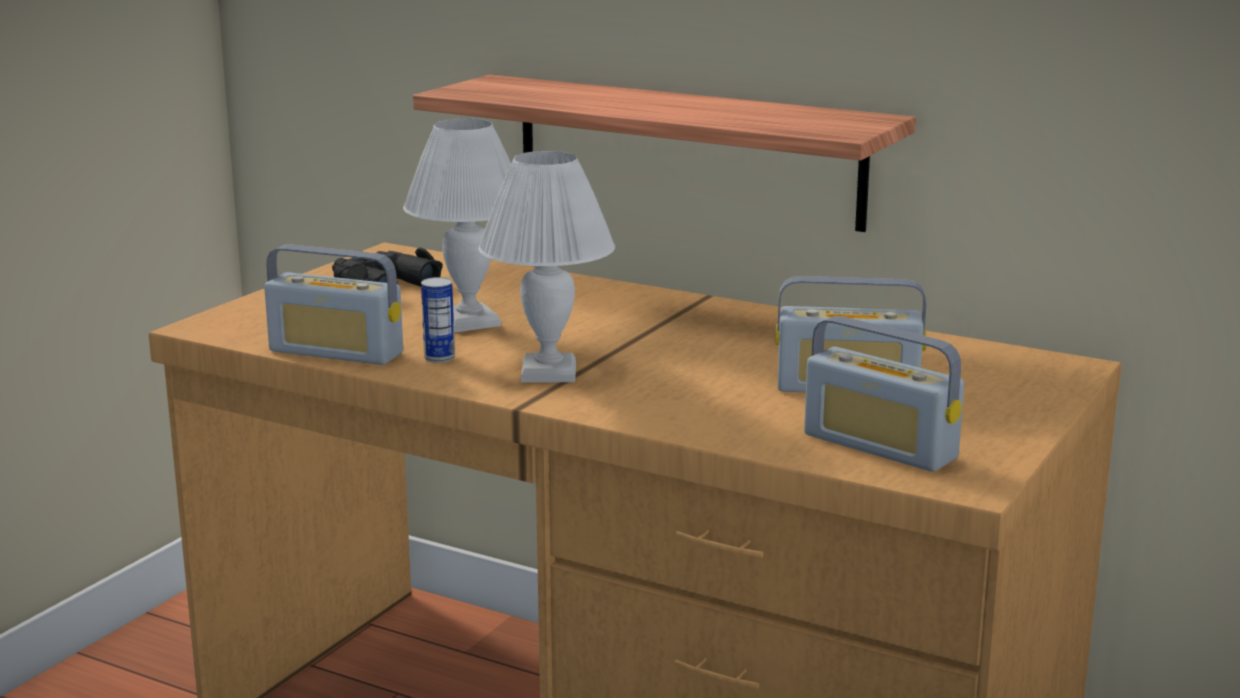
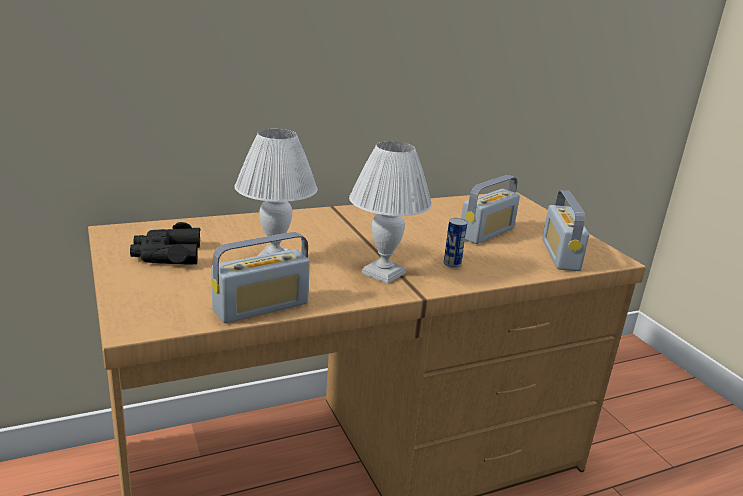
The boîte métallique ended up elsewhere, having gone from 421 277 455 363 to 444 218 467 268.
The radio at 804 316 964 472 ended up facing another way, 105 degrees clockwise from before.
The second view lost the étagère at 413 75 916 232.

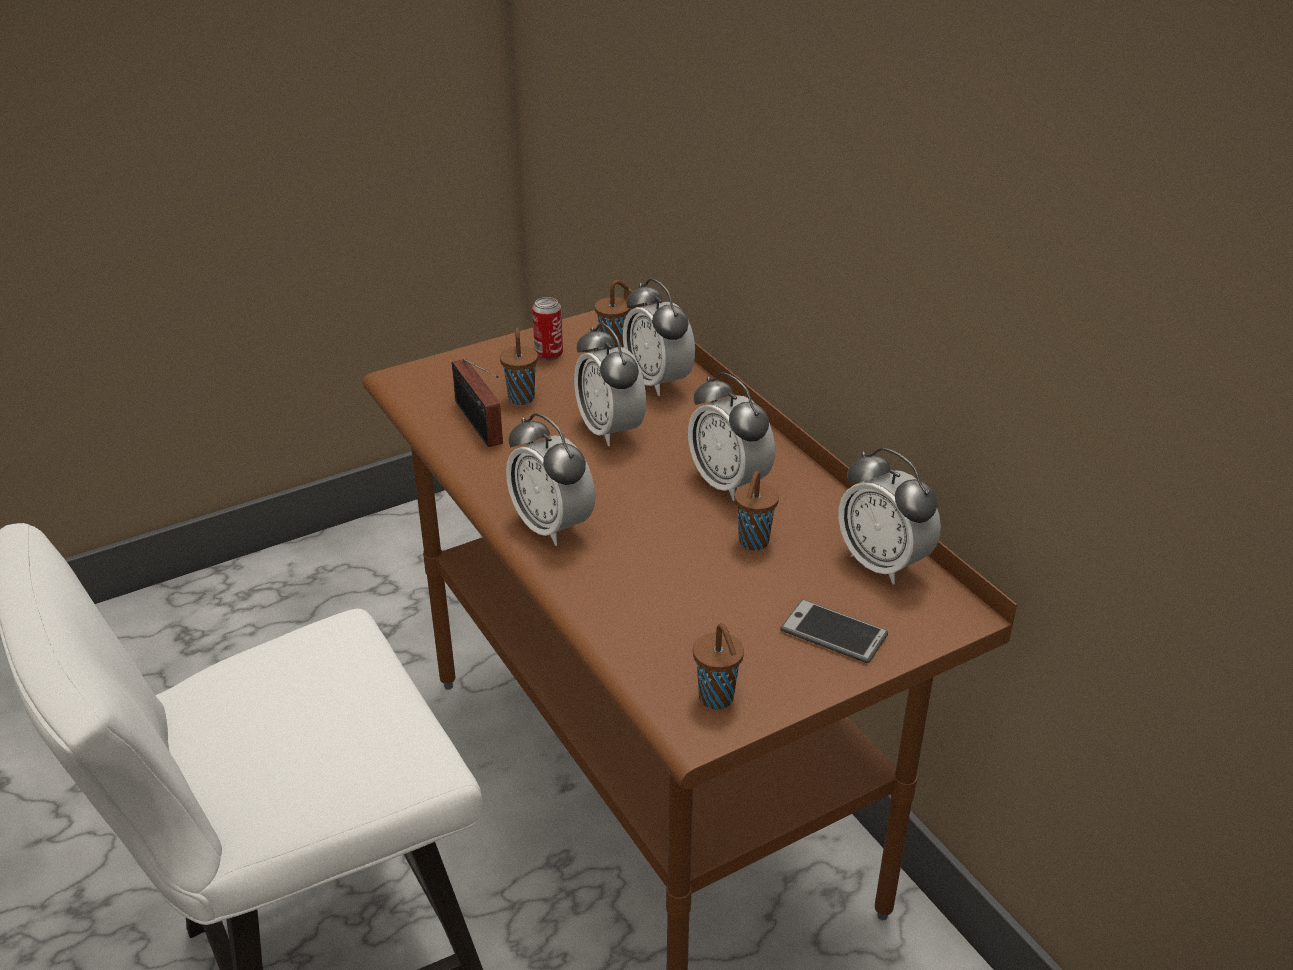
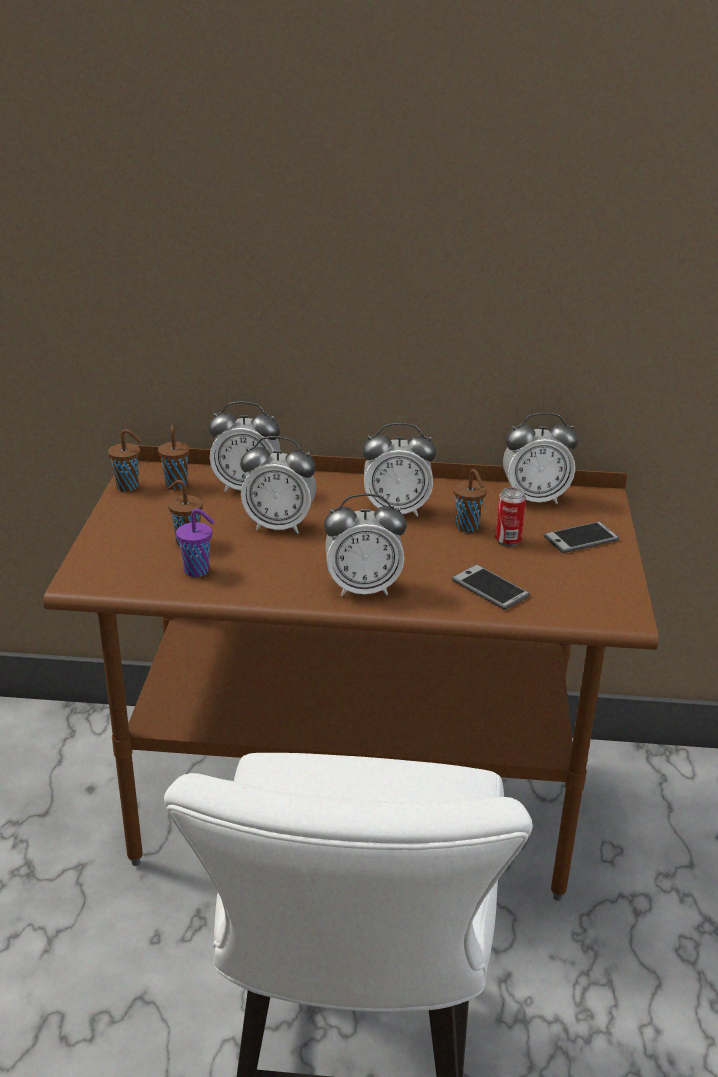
The tasse/marron ended up elsewhere, having gone from 693 623 744 710 to 108 429 141 491.
Where the radio stood at 452 359 503 447, the tasse/violet came to stand at 176 509 214 577.
The second view gained the téléphone at 451 564 530 610.
The boîte métallique ended up elsewhere, having gone from 532 297 563 361 to 495 487 526 546.

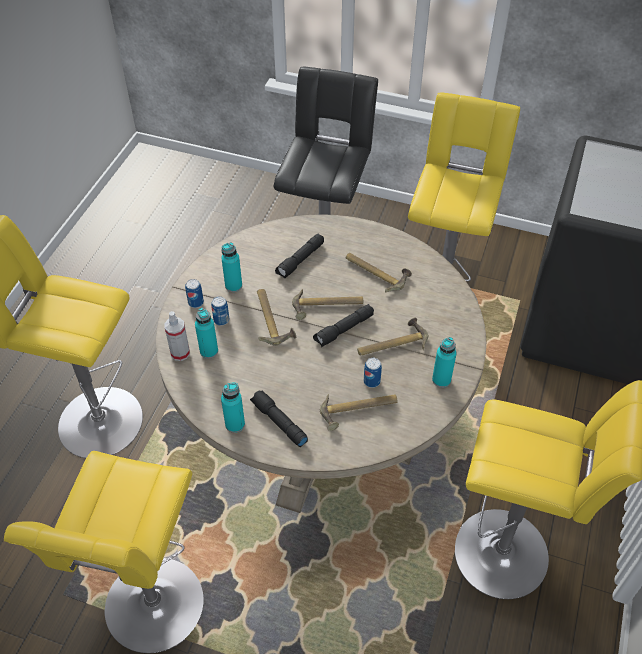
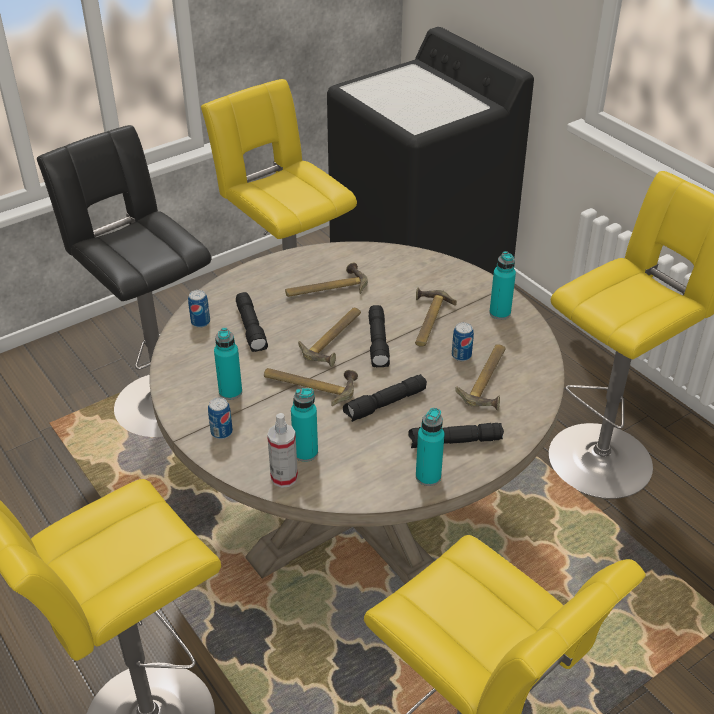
The boîte métallique ended up elsewhere, having gone from 211 296 229 326 to 188 290 210 328.
The second view gained the lampe de poche/noir at 343 374 427 422.

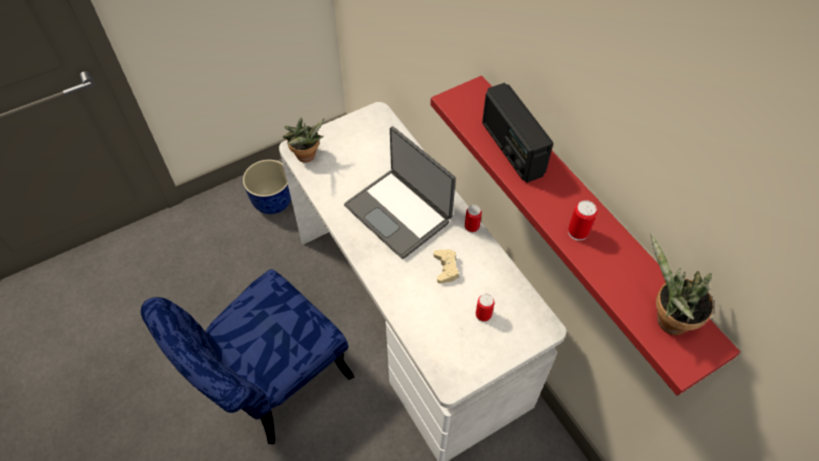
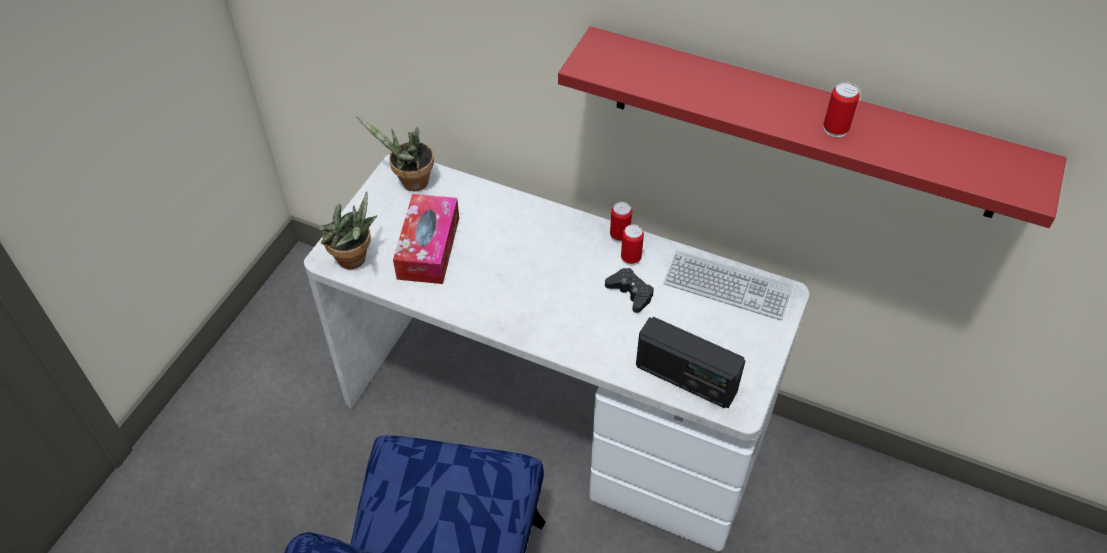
The plante en pot ended up elsewhere, having gone from 650 233 713 335 to 356 116 434 191.
The second view gained the boîte à mouchoirs at 393 194 459 284.
What was the manette/beige at 433 249 459 283 turned into the manette/noir at 605 268 654 313.
The boîte métallique ended up elsewhere, having gone from 476 294 495 322 to 621 224 644 265.
The radio ended up elsewhere, having gone from 482 83 554 183 to 636 317 745 408.
The second view gained the clavier at 664 250 793 320.
The second view lost the cache-pot at 243 160 291 214.
The second view lost the ordinateur portable at 344 126 456 259.

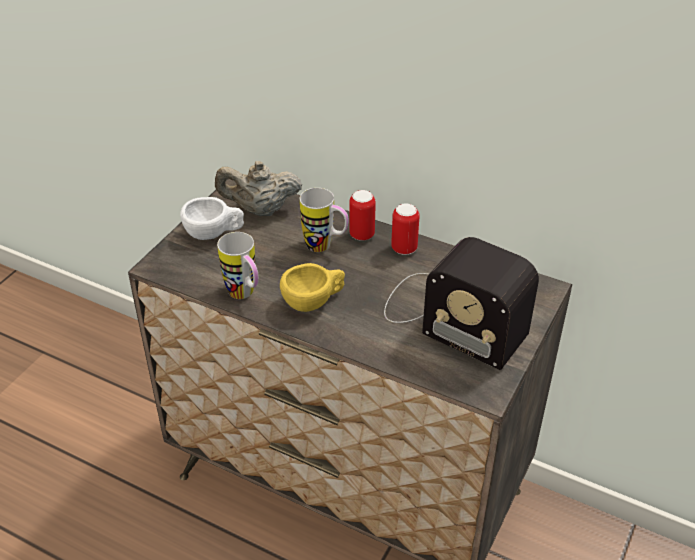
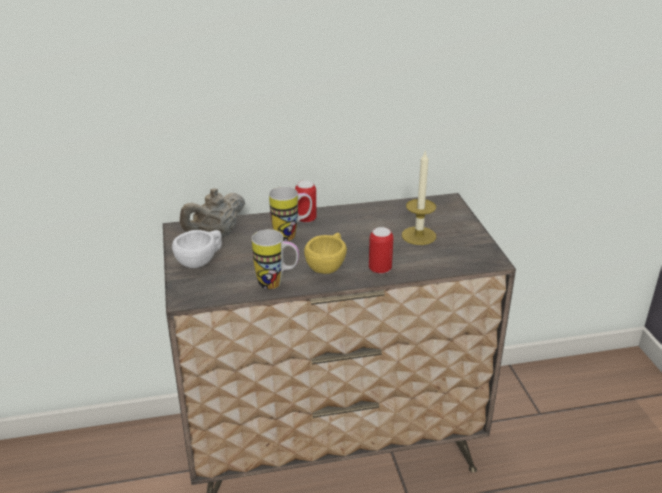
The boîte métallique ended up elsewhere, having gone from 391 203 420 255 to 369 227 393 274.
Where the radio stood at 384 237 539 370, the bougie came to stand at 402 150 436 245.

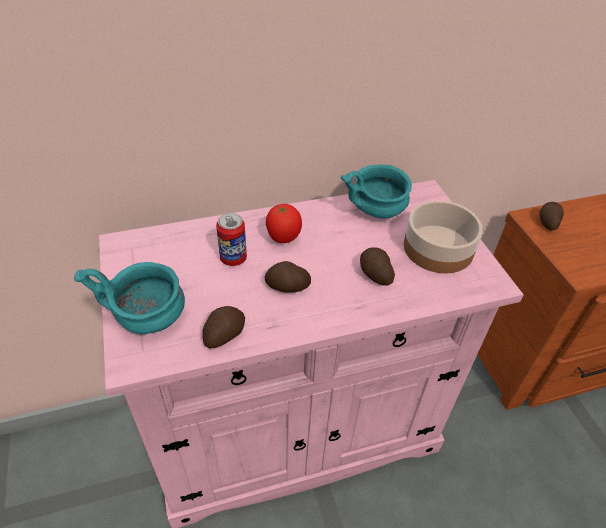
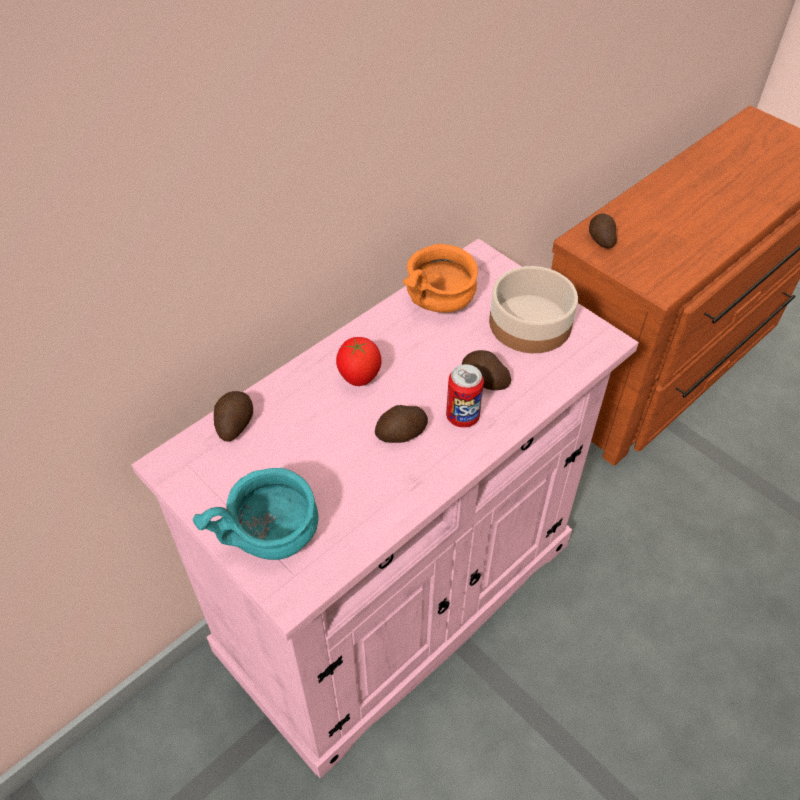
The pomme de terre ended up elsewhere, having gone from 202 306 245 348 to 214 391 253 442.
What was the bol/turquoise at 341 164 412 218 turned into the bol/orange at 403 244 478 313.
The boîte métallique ended up elsewhere, having gone from 216 213 247 266 to 446 364 484 428.

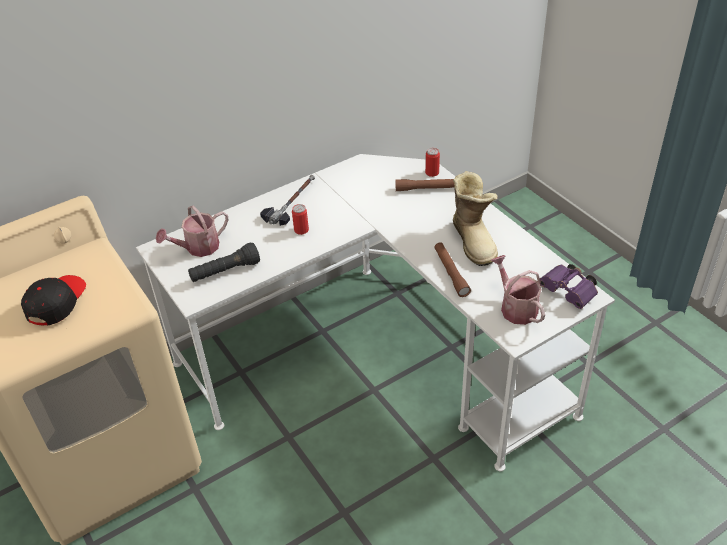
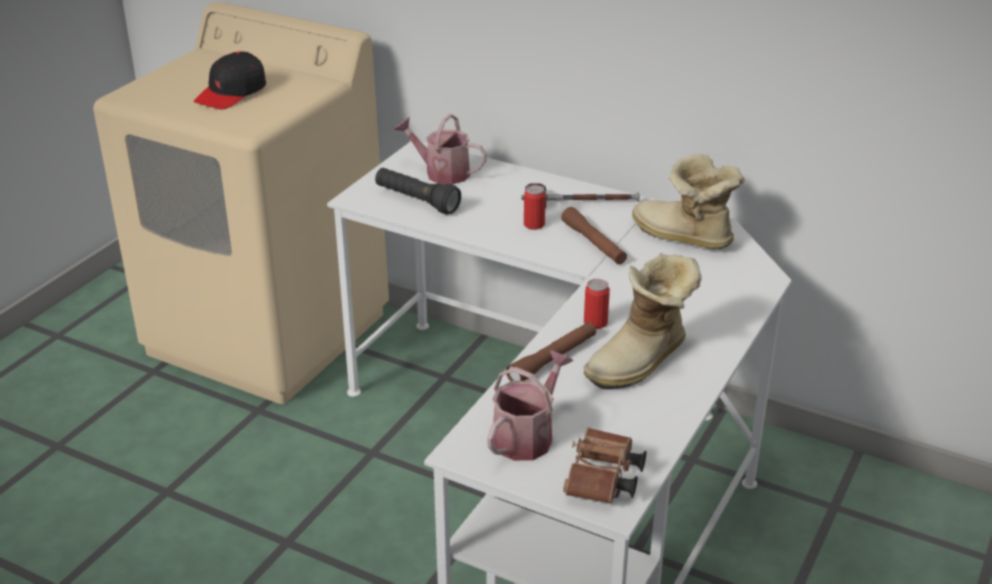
The casquette/noir at 21 275 86 326 ended up facing another way, 135 degrees clockwise from before.
The lampe de poche/marron ended up elsewhere, having gone from 395 179 454 191 to 561 207 627 265.
What was the jumelles/violet at 540 264 598 309 turned into the jumelles/marron at 563 428 646 504.
The boîte métallique ended up elsewhere, having gone from 425 148 440 177 to 584 279 610 329.
The second view gained the botte at 632 154 745 249.

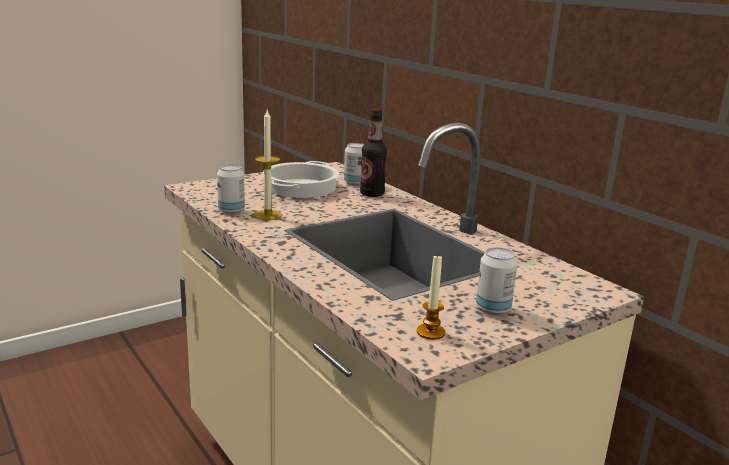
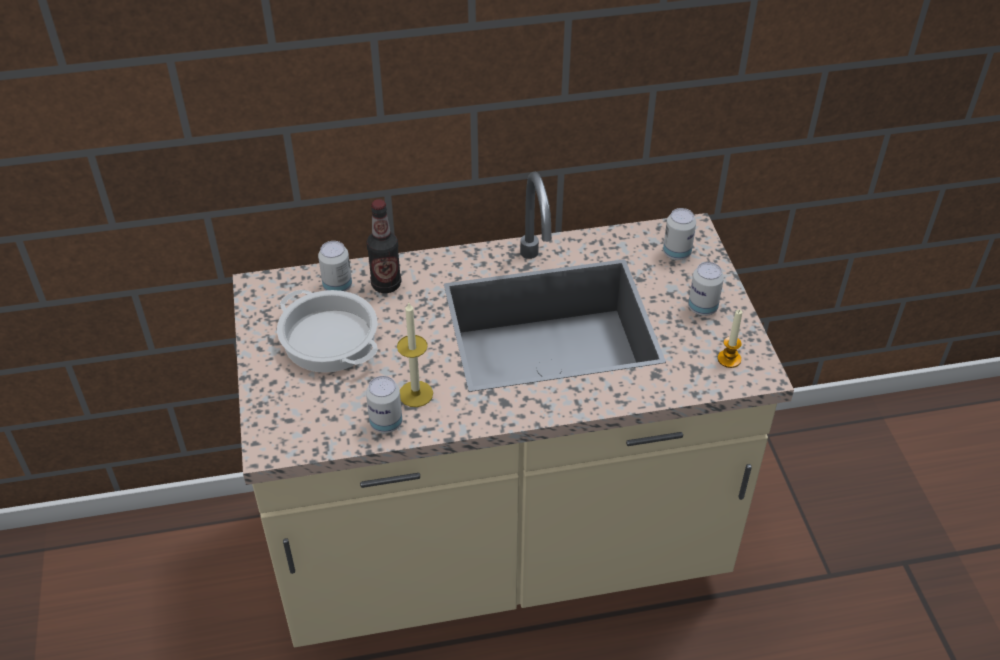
The second view gained the boîte métallique at 663 208 696 260.

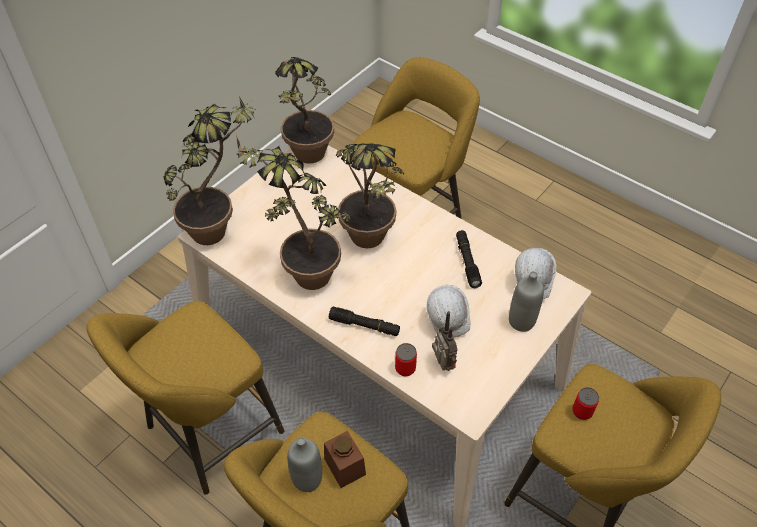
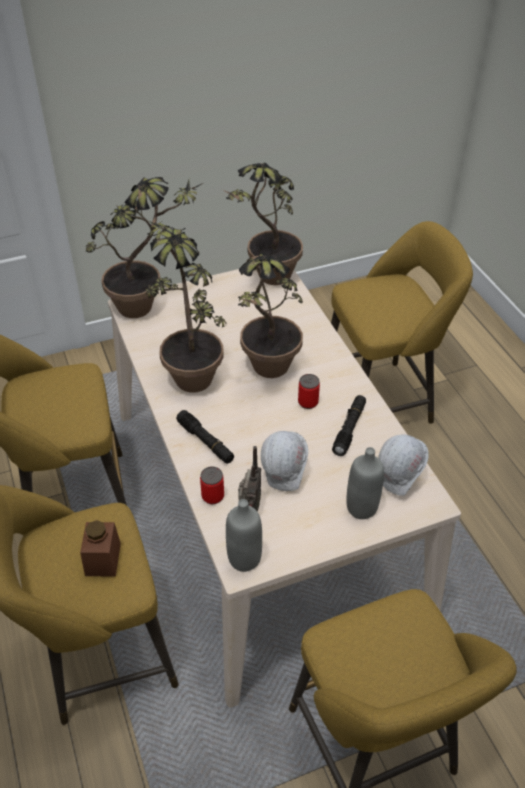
The bouteille/gris ended up elsewhere, having gone from 287 437 322 492 to 226 499 262 572.
The boîte métallique ended up elsewhere, having gone from 572 387 599 420 to 298 374 320 409.

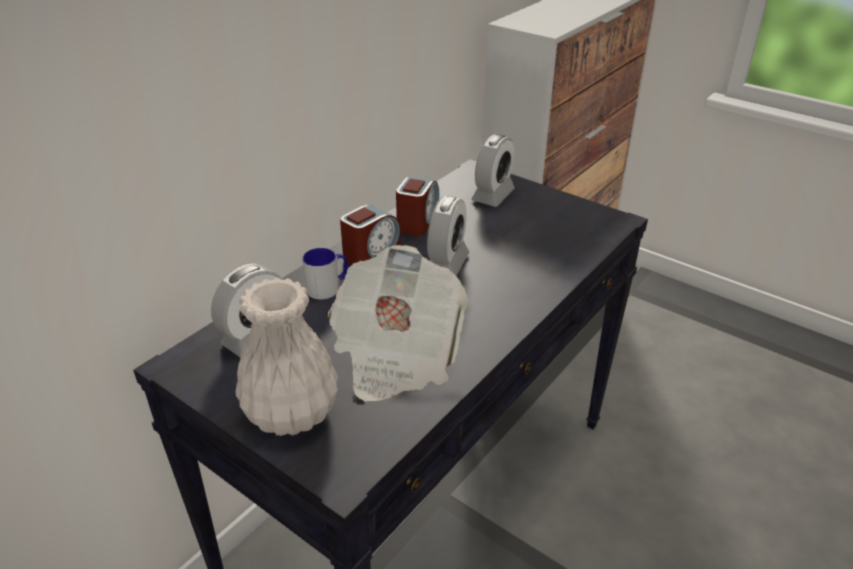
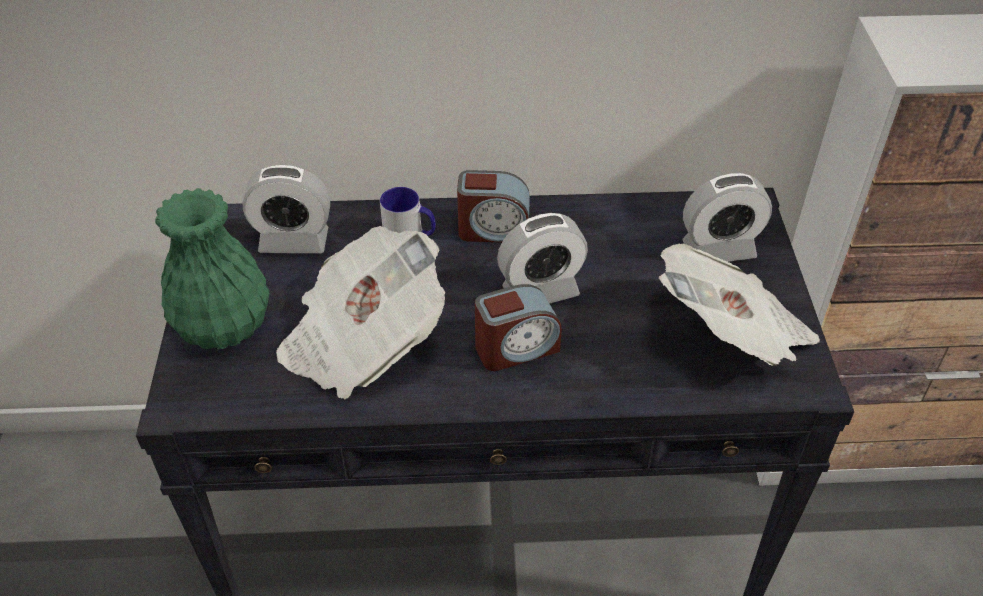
What was the vase/blanc at 236 278 338 436 turned into the vase/vert at 155 188 269 349.
The réveil ended up elsewhere, having gone from 396 177 439 237 to 475 284 562 371.
The second view gained the journal at 659 244 820 366.

